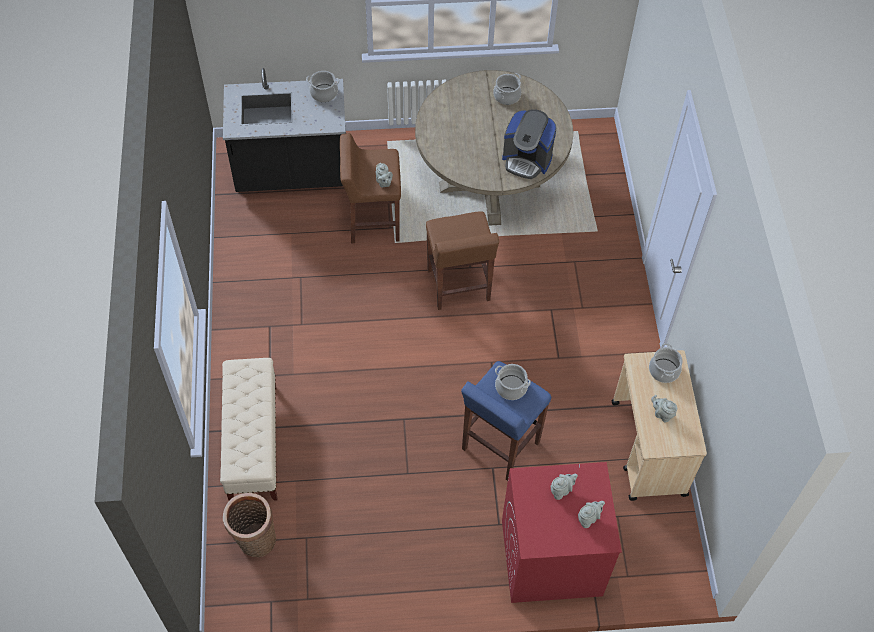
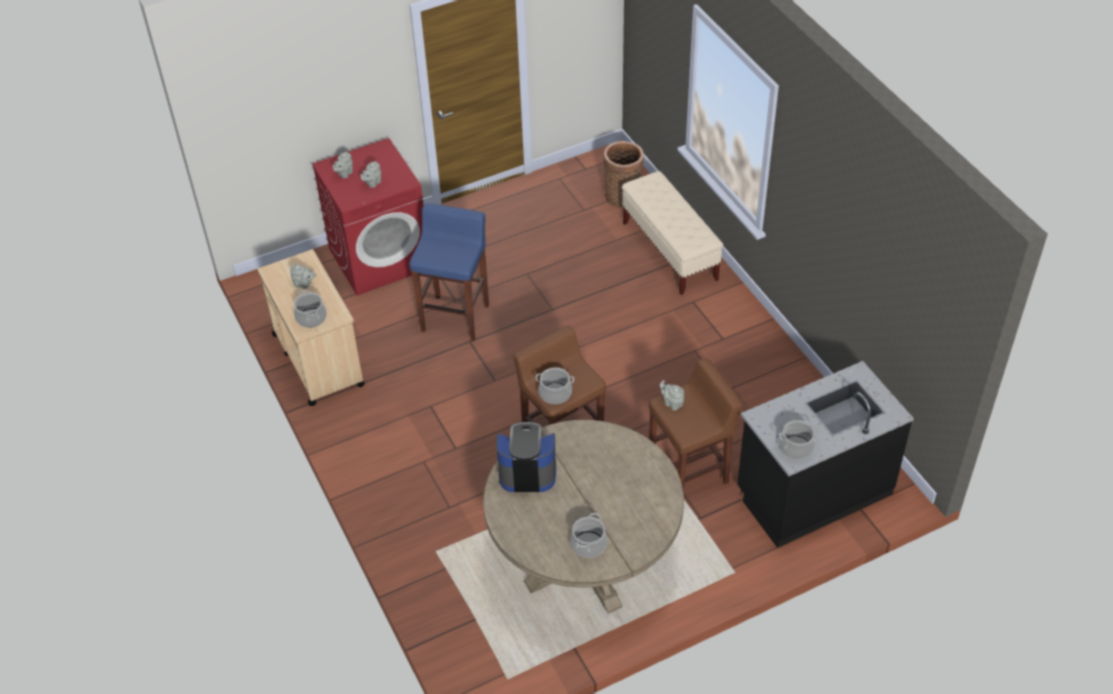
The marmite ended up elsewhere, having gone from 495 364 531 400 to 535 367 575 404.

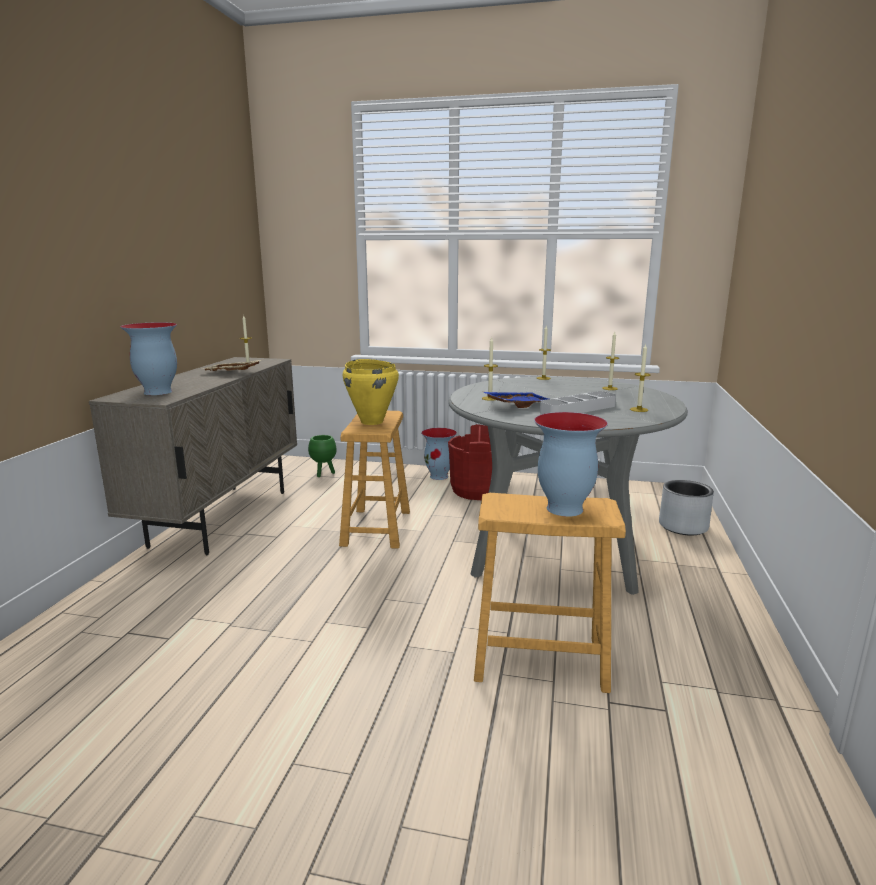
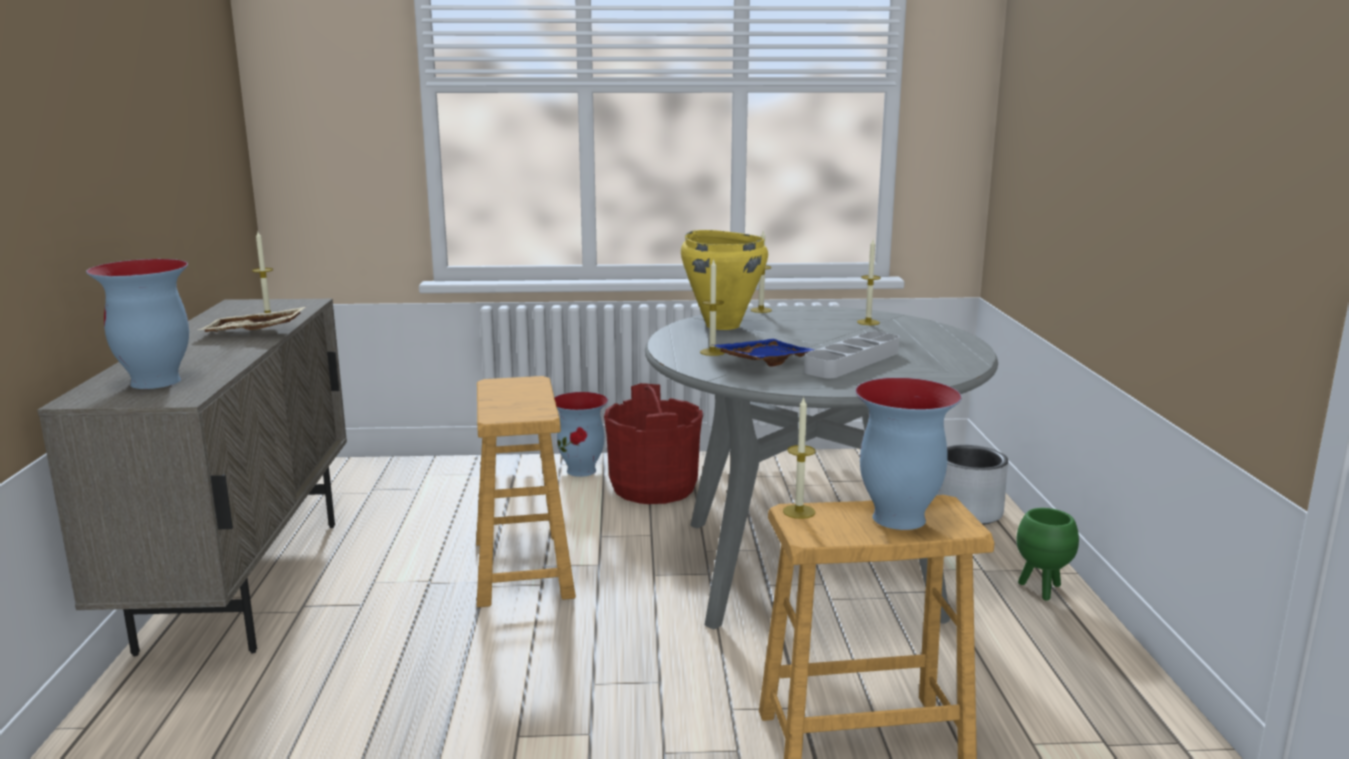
The marmite/jaune ended up elsewhere, having gone from 343 359 399 425 to 681 230 768 330.
The bougie ended up elsewhere, having gone from 630 344 650 412 to 783 396 816 519.
The cache-pot/vert ended up elsewhere, having gone from 308 435 337 477 to 1016 508 1079 601.

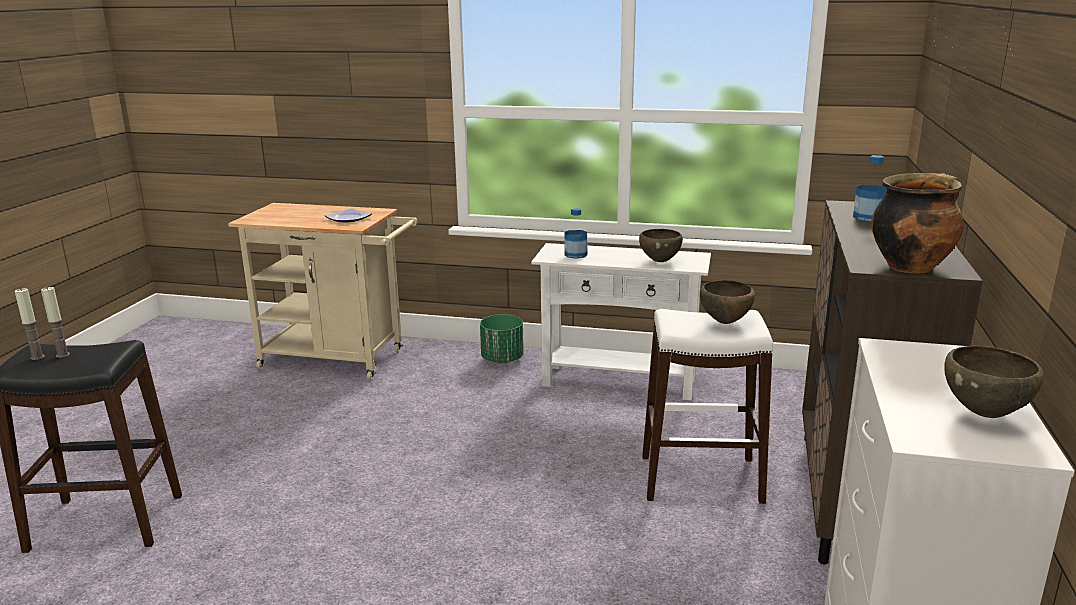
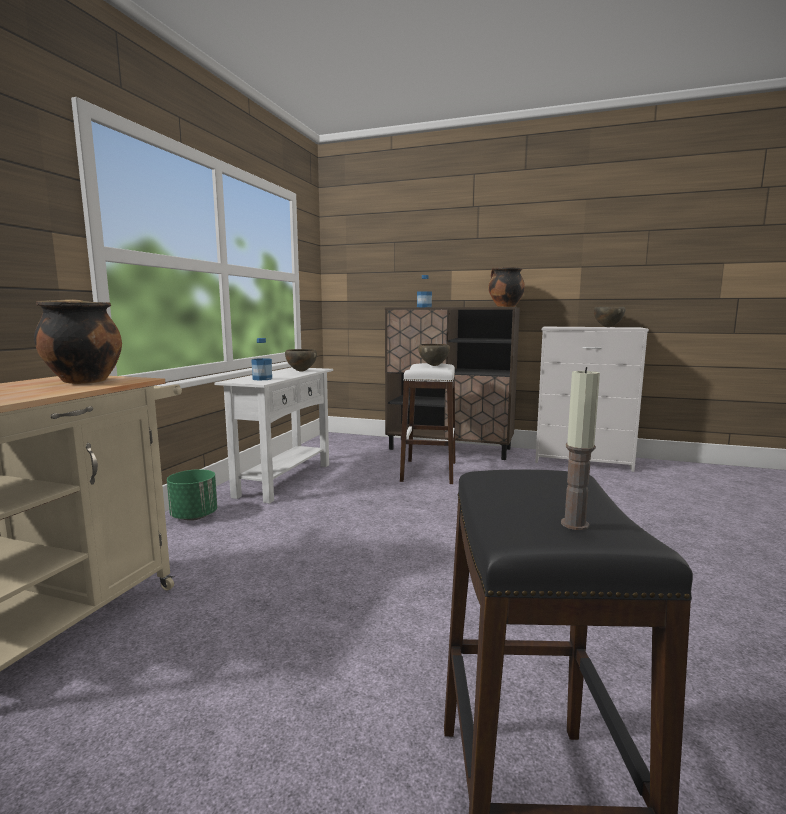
Where the assiette stood at 324 208 372 223, the marmite came to stand at 34 299 122 384.
The second view lost the bougie at 41 287 70 358.

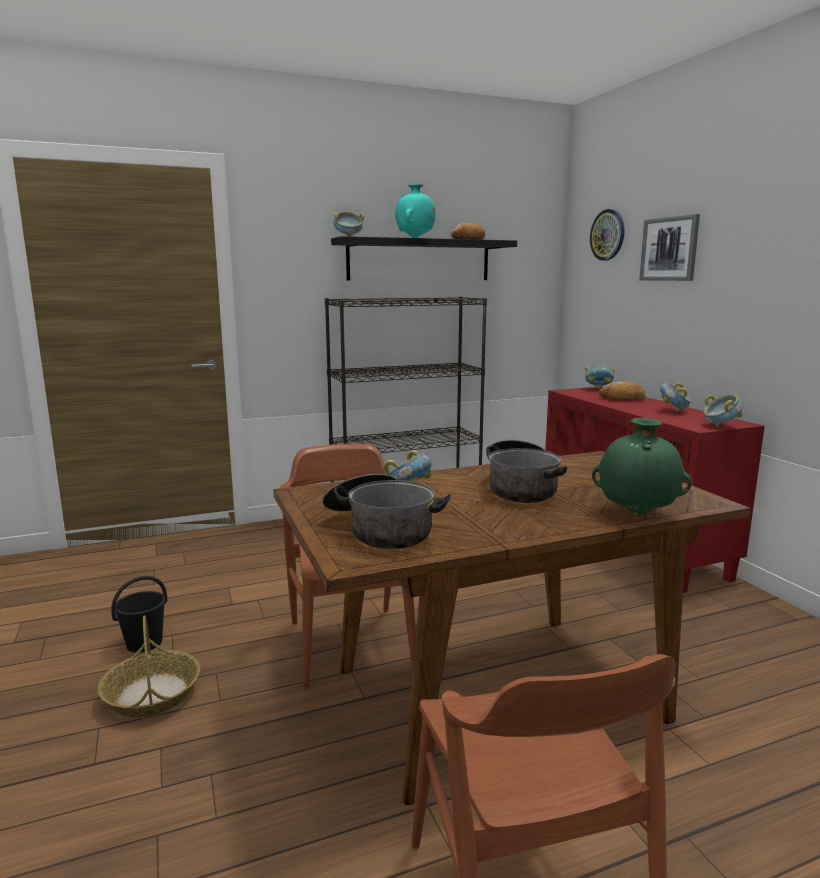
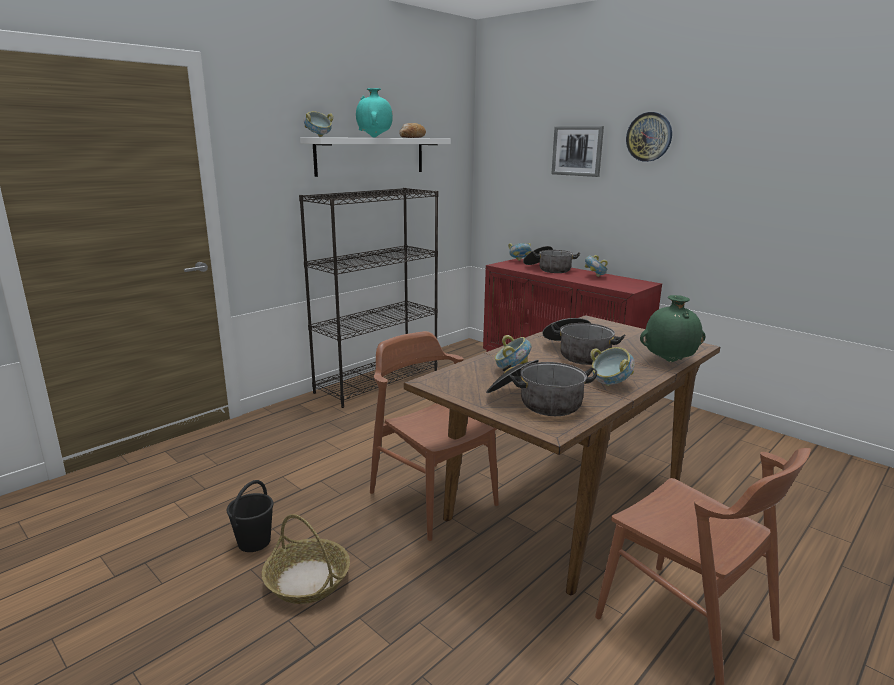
What was the étagère/noir at 331 236 517 280 turned into the étagère/blanc at 300 137 451 177.
Where the pain stood at 599 382 646 400, the marmite came to stand at 523 246 580 273.
The bol ended up elsewhere, having gone from 704 394 743 427 to 590 347 635 386.
The horloge murale ended up elsewhere, having gone from 590 209 624 261 to 626 112 672 162.

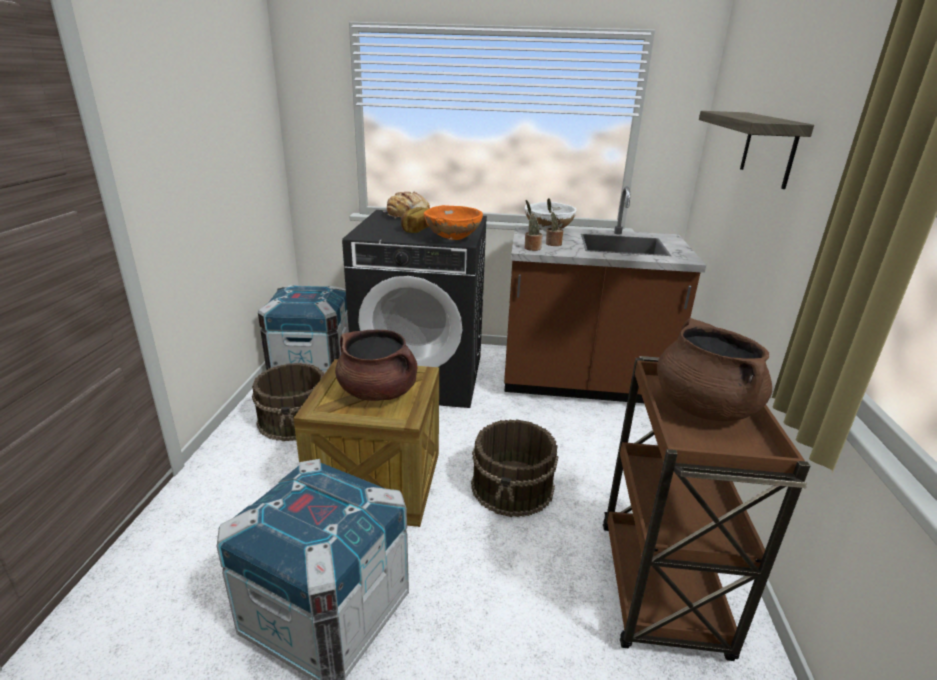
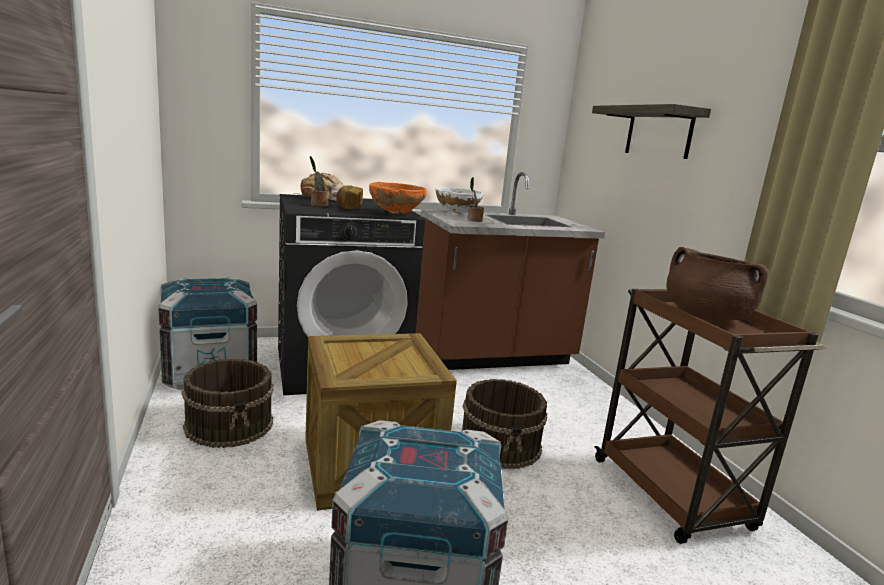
The plante en pot ended up elsewhere, having gone from 525 200 542 251 to 310 156 329 207.
The second view lost the marmite/marron at 335 330 417 401.

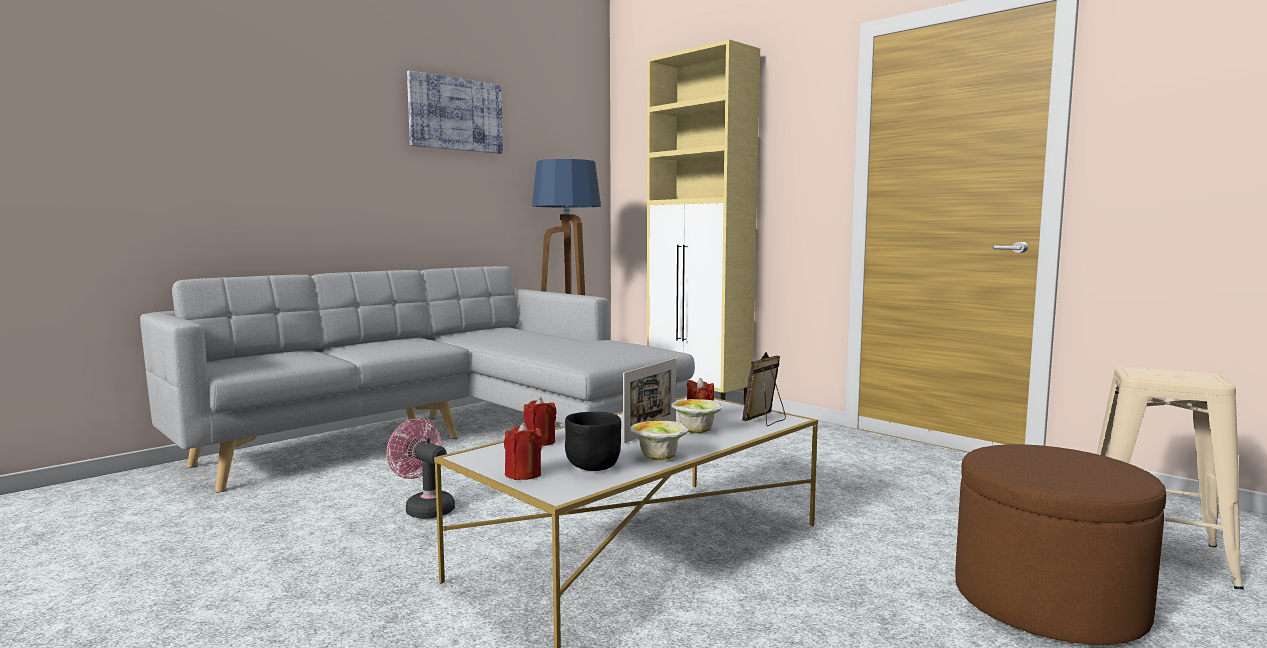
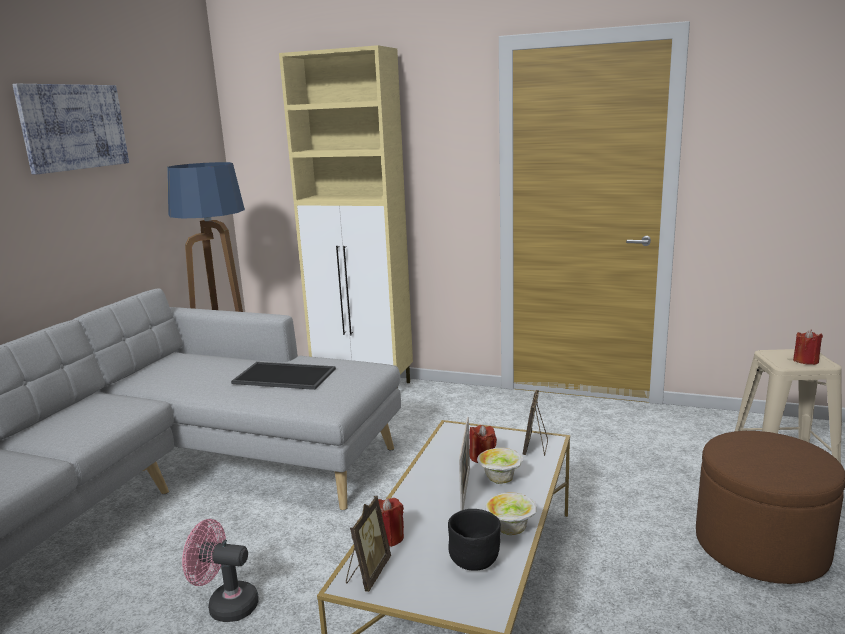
The second view gained the plateau at 231 362 336 390.
The second view gained the cadre photo at 346 496 391 592.
The bougie/rouge ended up elsewhere, having gone from 504 423 542 480 to 793 329 823 365.

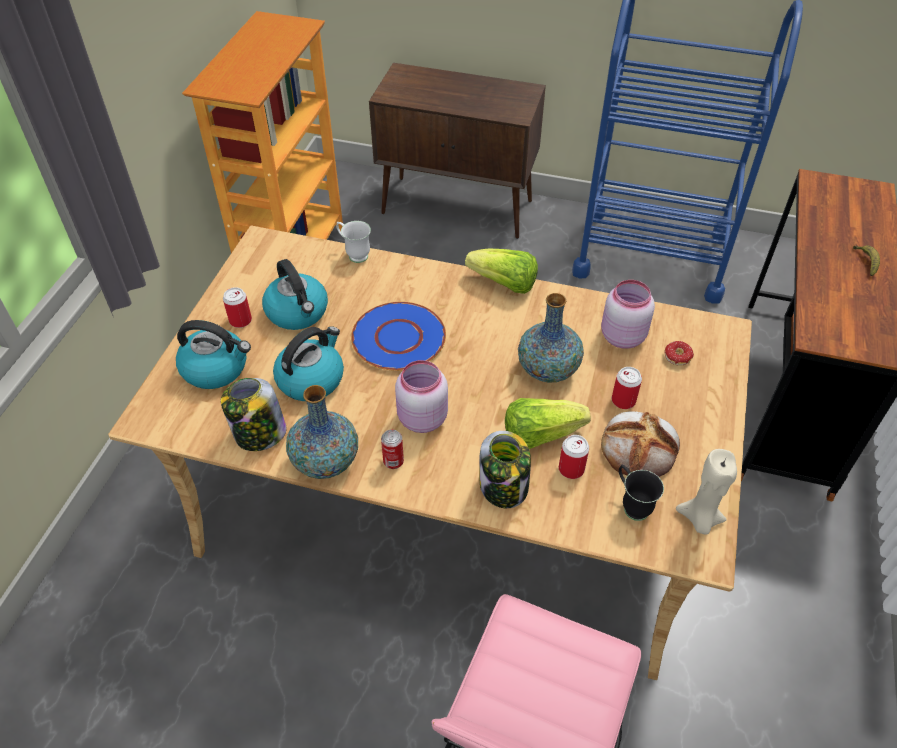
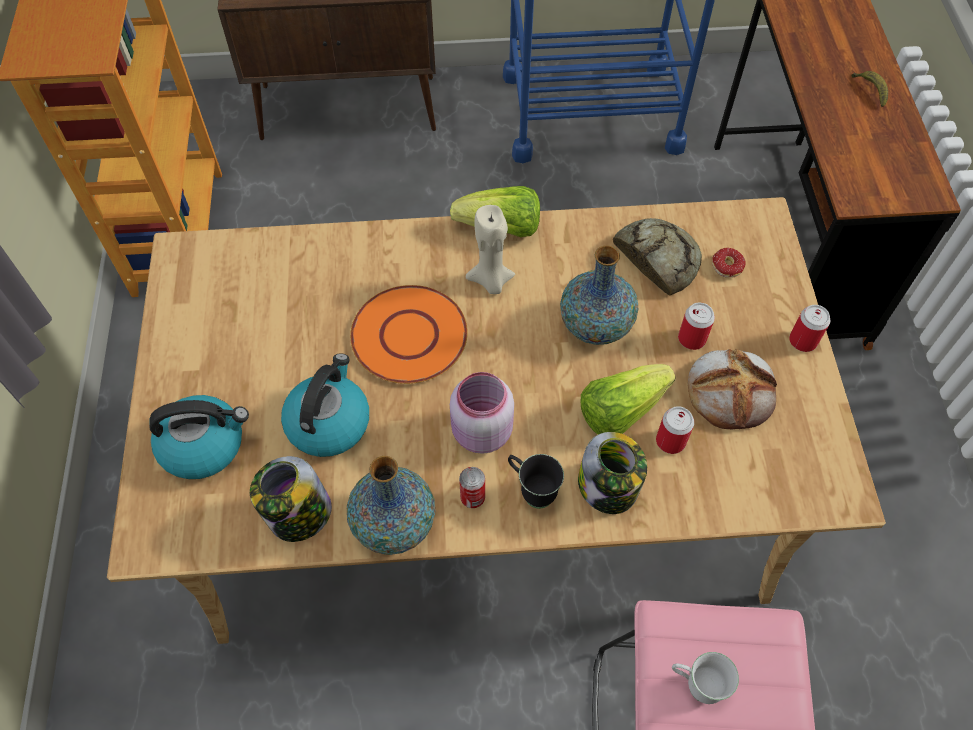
What was the assiette/bleu at 351 302 446 371 turned into the assiette/orange at 350 285 468 384.
The bougie/beige ended up elsewhere, having gone from 676 449 737 535 to 466 205 515 294.
The mug/noir ended up elsewhere, having gone from 619 465 664 521 to 508 454 564 509.
Where the bocal/rose stood at 601 280 655 349, the pain came to stand at 613 218 702 296.
The mug/blanc ended up elsewhere, having gone from 336 221 371 263 to 672 652 739 704.
The boîte métallique ended up elsewhere, having gone from 223 287 252 328 to 789 305 830 352.
The second view lost the bouilloire at 262 259 328 330.

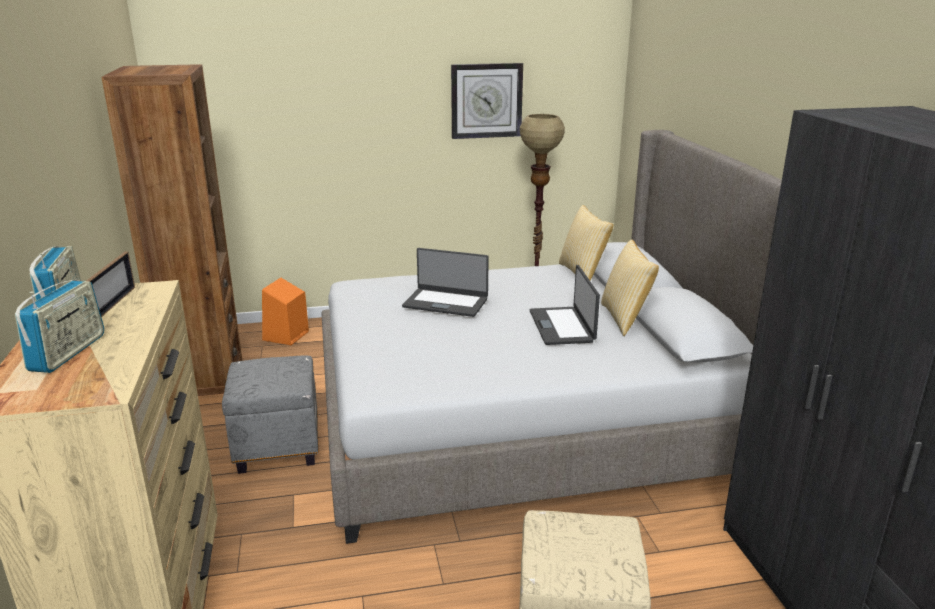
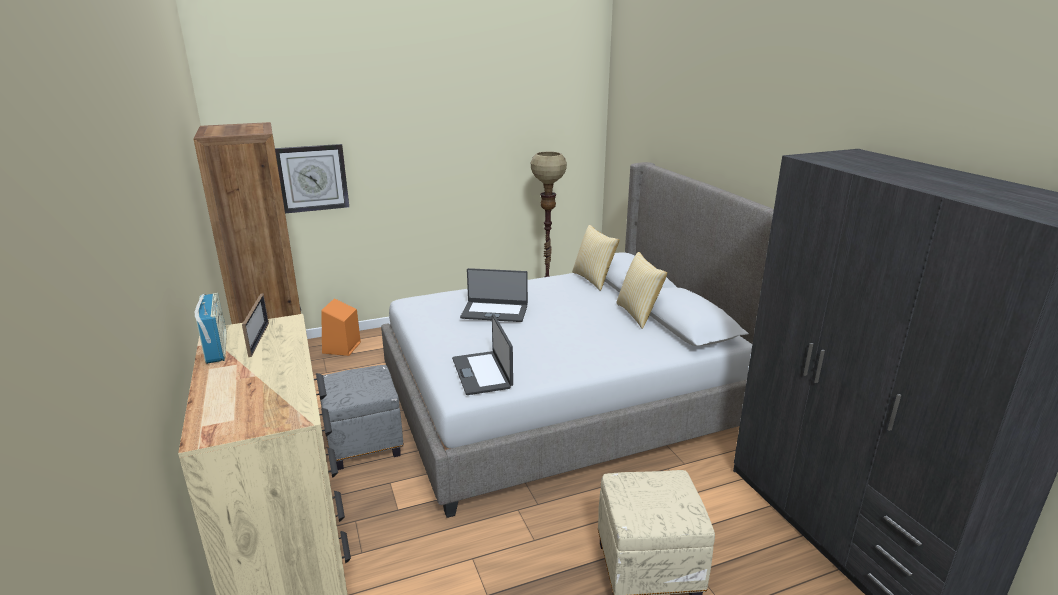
The horloge murale ended up elsewhere, having gone from 451 63 523 139 to 275 144 349 213.
The ordinateur portable ended up elsewhere, having gone from 530 265 600 345 to 452 314 513 395.
The second view lost the radio at 15 280 104 373.

